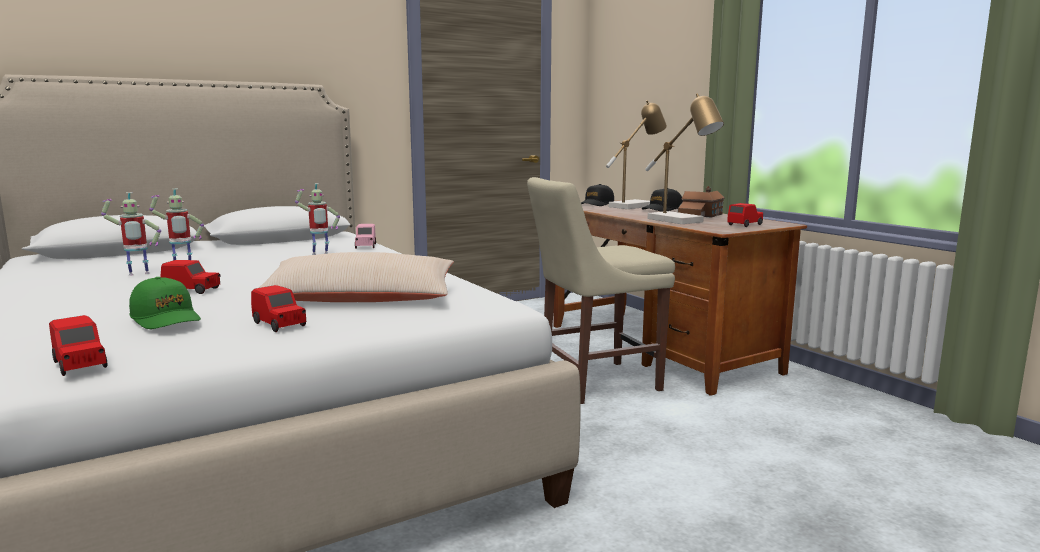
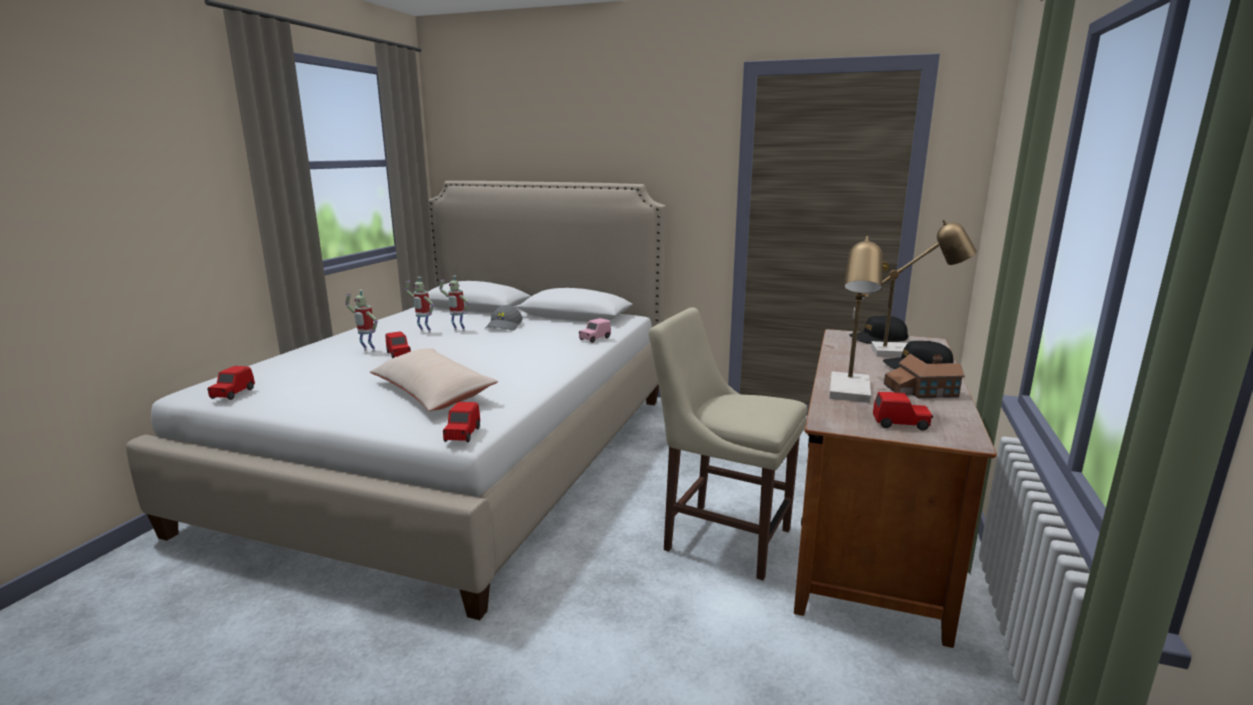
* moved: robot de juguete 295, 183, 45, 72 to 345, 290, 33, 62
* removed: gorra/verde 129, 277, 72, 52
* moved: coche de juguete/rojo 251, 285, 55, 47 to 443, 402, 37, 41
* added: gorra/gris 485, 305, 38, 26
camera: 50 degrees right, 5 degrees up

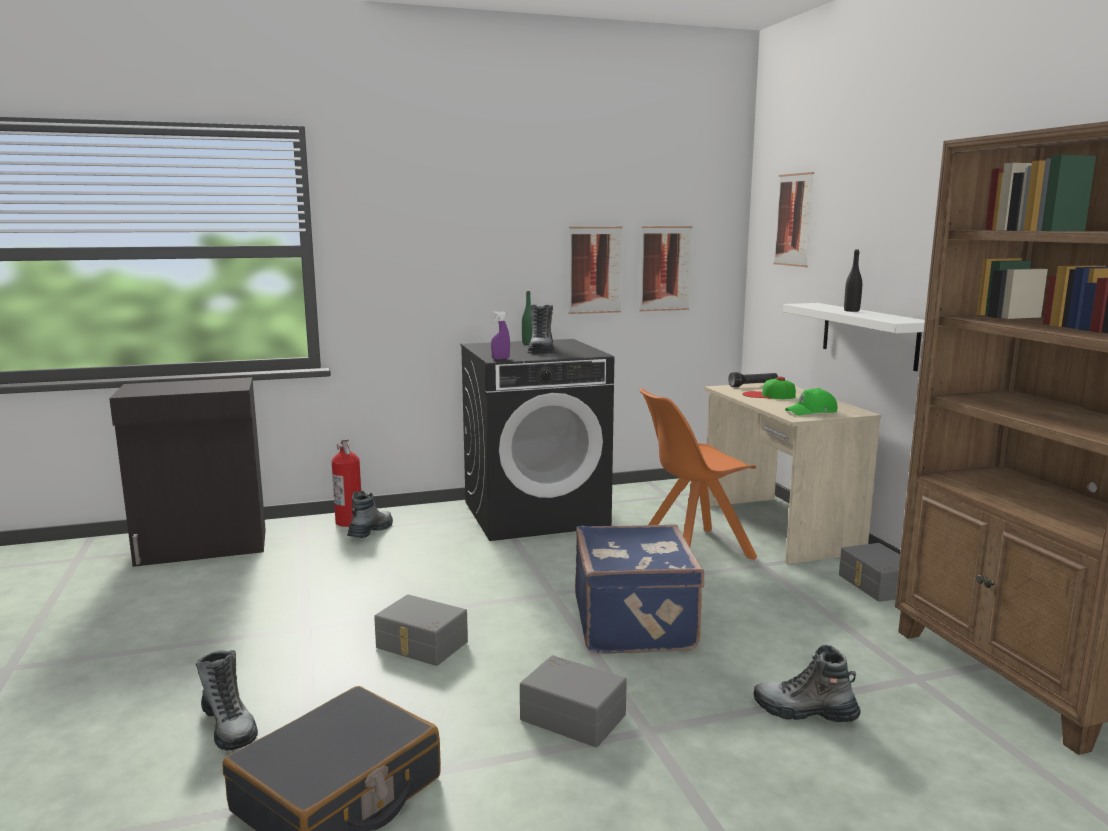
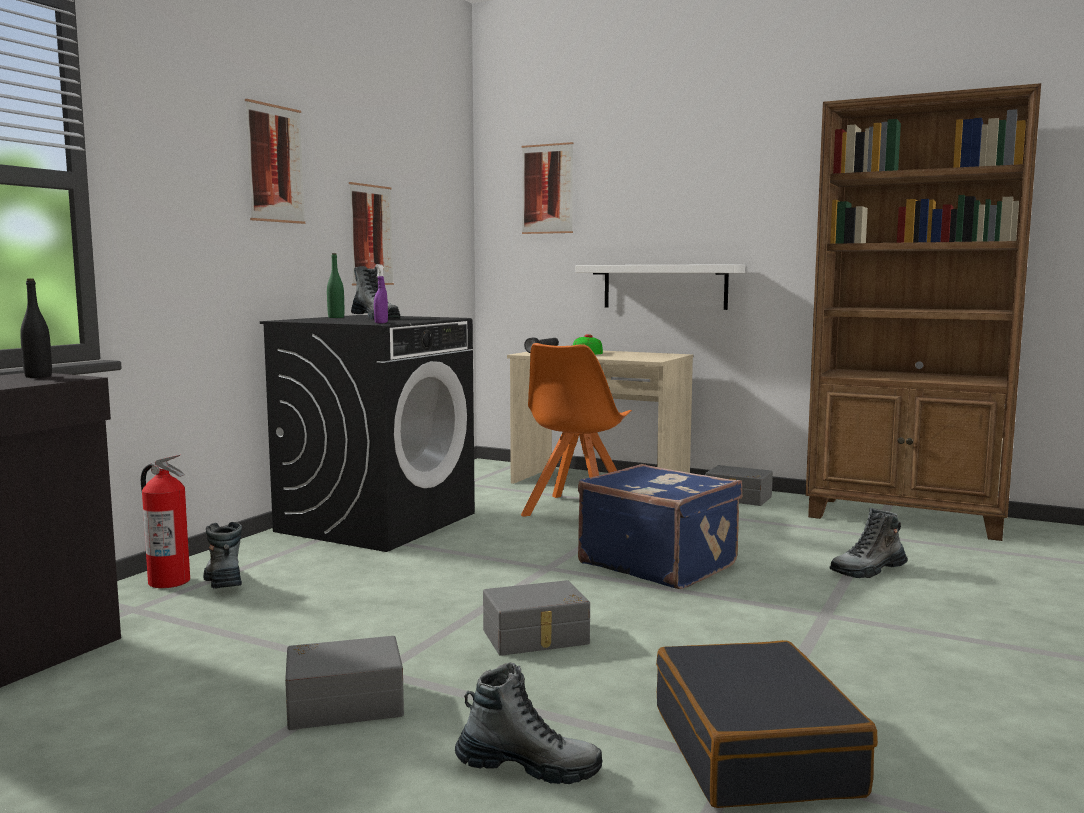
* moved: cuadro 639, 226, 53, 85 to 245, 99, 60, 125
* moved: botella/negro 844, 249, 18, 63 to 20, 279, 32, 99
* removed: gorra/verde 785, 388, 52, 28
* moved: caja de almacenaje/gris 520, 655, 107, 92 to 285, 636, 119, 94
camera: 45 degrees left, 5 degrees down

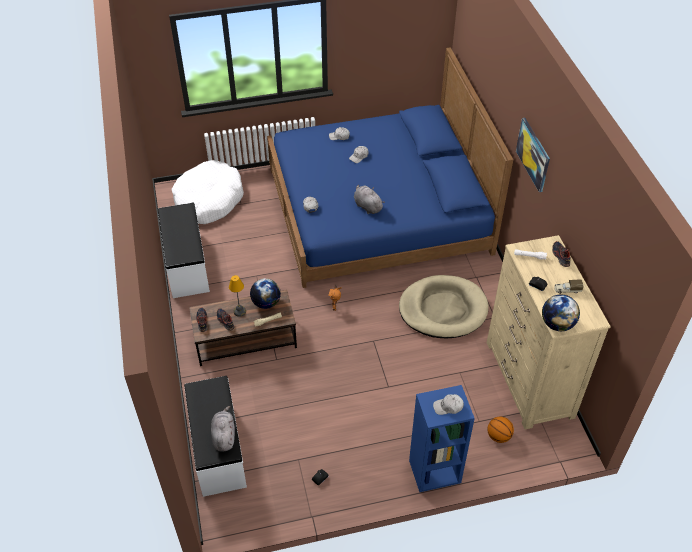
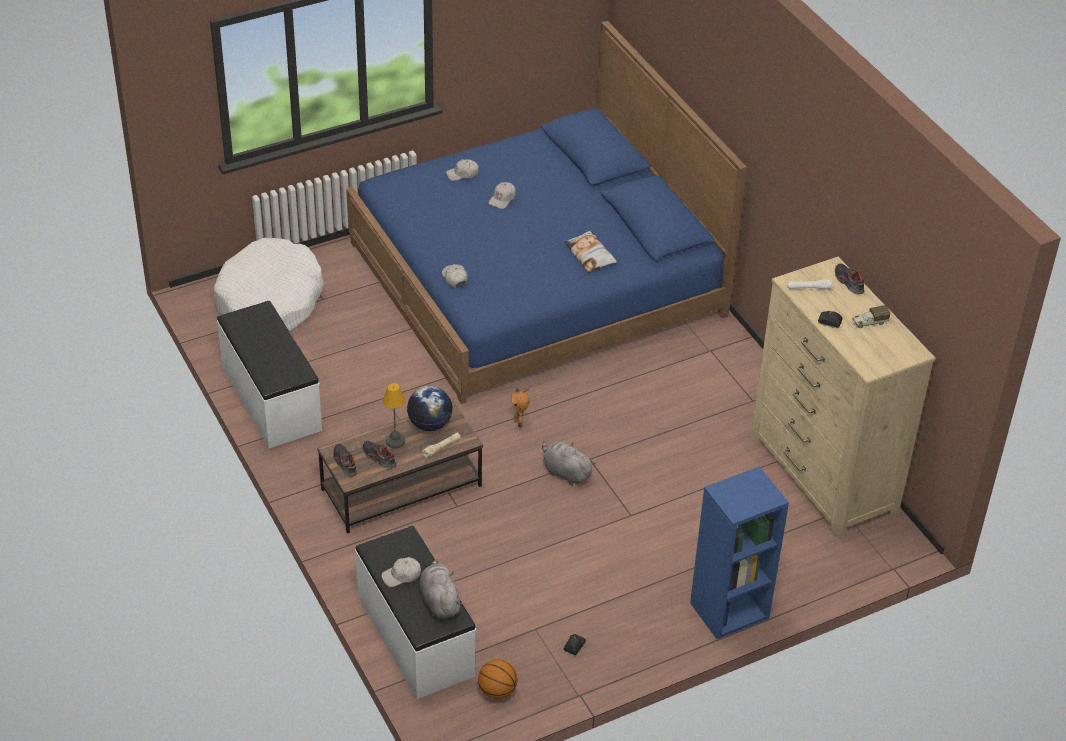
* removed: cuadro 516, 118, 34, 74
* moved: peluche/gris 354, 185, 31, 29 to 542, 441, 54, 44
* removed: cama para perro/beis 399, 275, 90, 63
* removed: globo terráqueo 542, 295, 38, 36
* moved: gorra/blanco 433, 394, 31, 21 to 381, 557, 40, 30
* moved: balón de baloncesto 487, 417, 27, 26 to 478, 659, 40, 40
* added: cojín 564, 230, 53, 43
camera: 15 degrees left, 5 degrees down

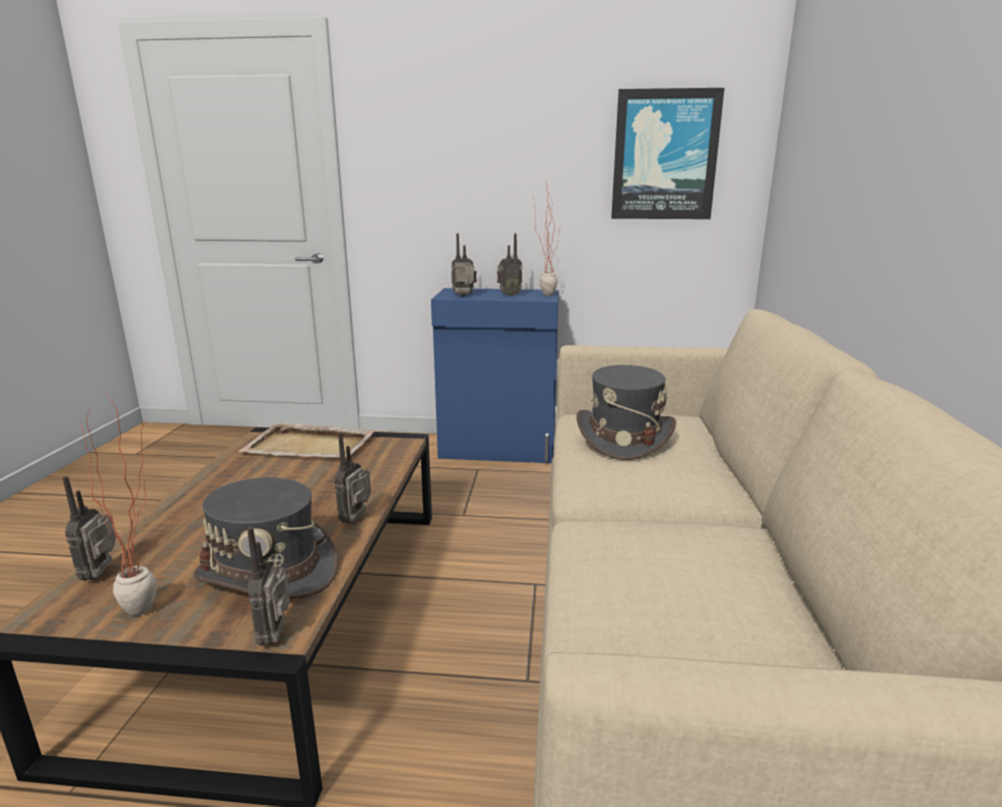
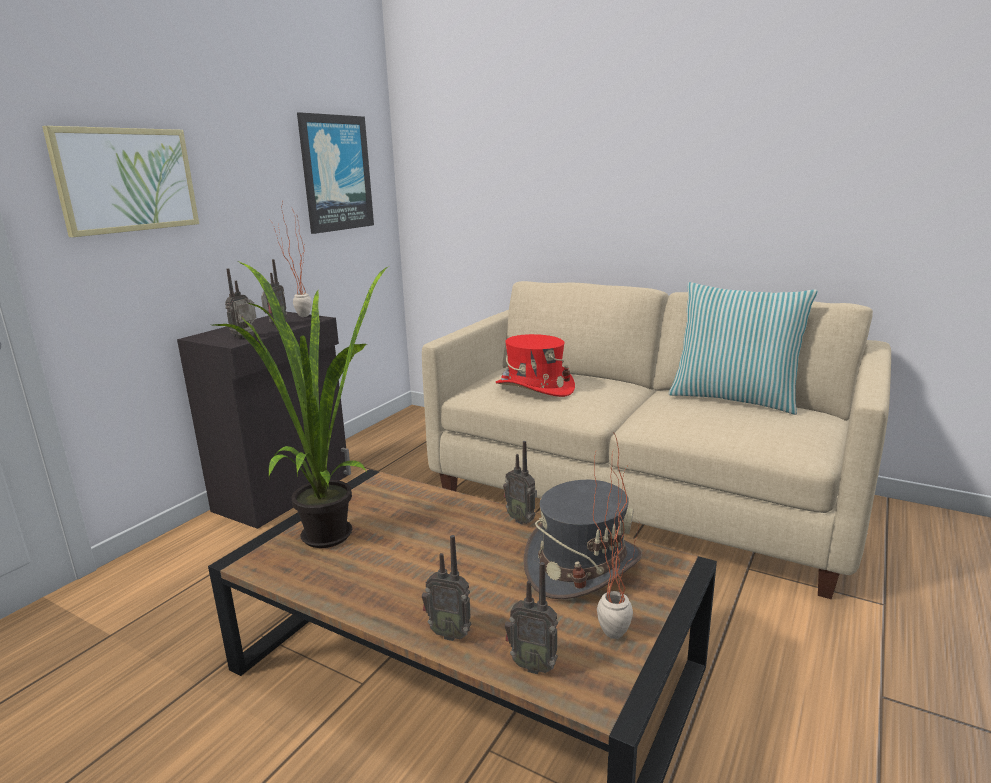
* recoloured: armario/azul 431, 288, 128, 175 to armario/negro 177, 312, 174, 217
* recoloured: sombrero/gris 576, 365, 100, 95 to sombrero/rojo 496, 334, 79, 63
* replaced: bandeja/beis 239, 423, 137, 35 to planta en maceta 213, 261, 175, 287
* moved: radio 247, 527, 43, 119 to 422, 535, 50, 106
* added: cuadro 42, 126, 157, 111
* added: cojín 669, 282, 148, 133
camera: 65 degrees left, 0 degrees up

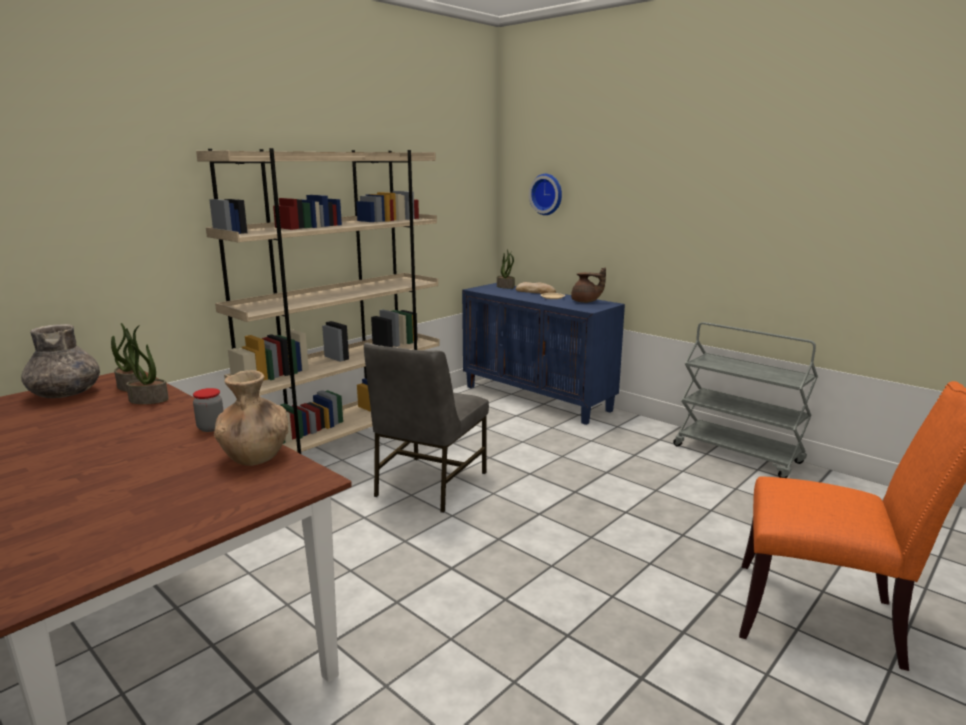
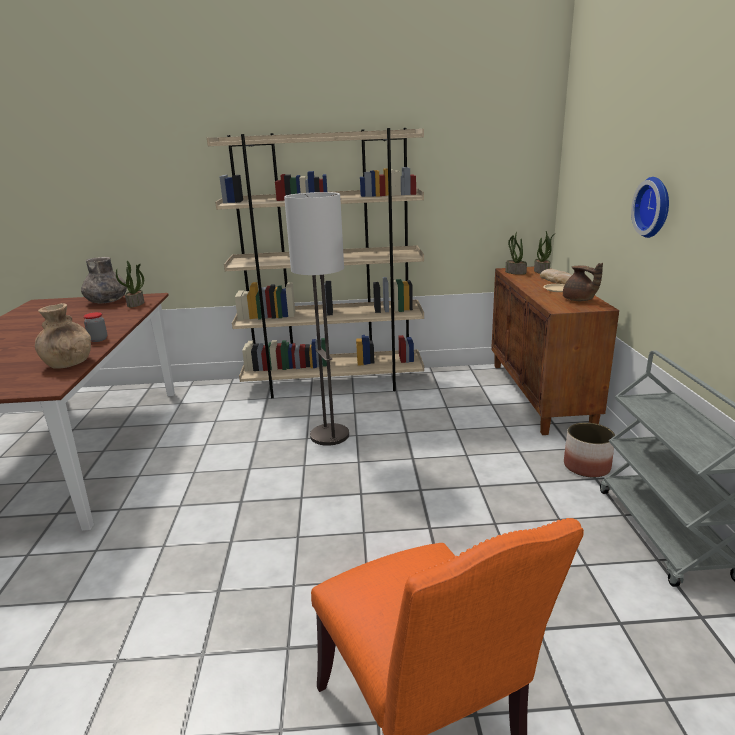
* moved: reloj de pared 529, 174, 33, 41 to 631, 177, 38, 61
* recoloured: armario/azul 462, 283, 163, 142 to armario/marrón 491, 266, 128, 169
* moved: planta en maceta 123, 333, 46, 71 to 505, 232, 22, 43
* replaced: silla/gris 364, 343, 125, 170 to lámpara de pie 284, 192, 65, 254
* added: maceta 564, 422, 51, 55
camera: 45 degrees right, 5 degrees up

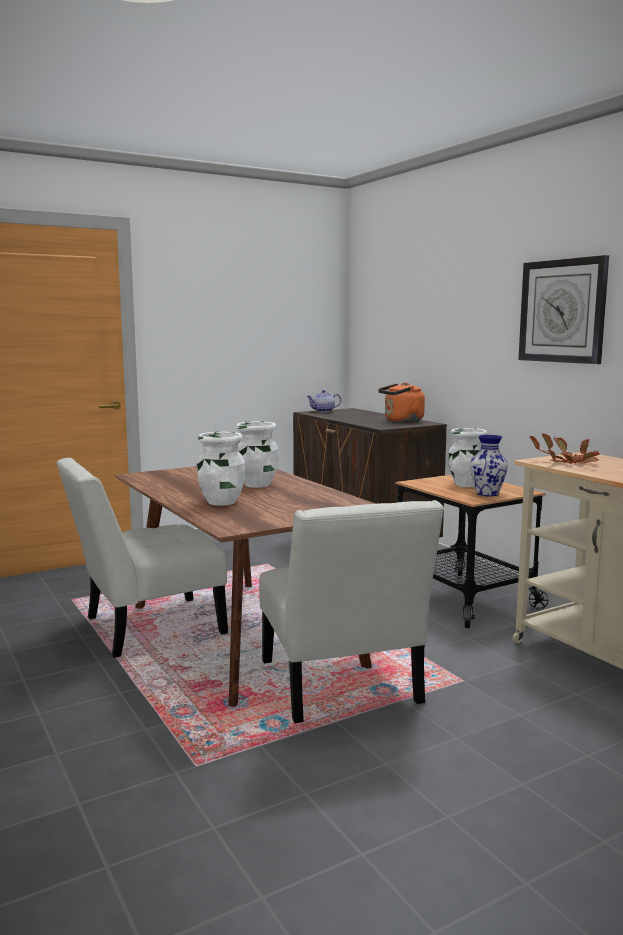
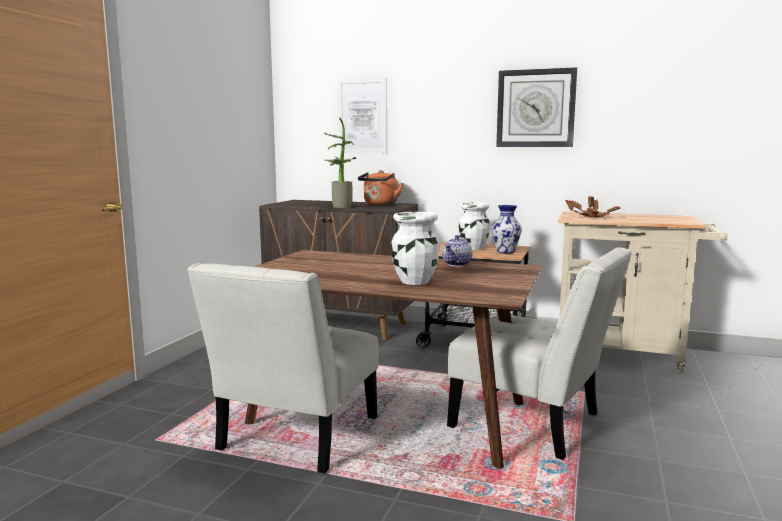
* moved: tetera 307, 390, 34, 22 to 442, 235, 31, 32
* removed: florero/blanco 236, 421, 43, 67
* added: cuadro 338, 78, 49, 76
* added: planta en maceta 325, 117, 32, 91
camera: 40 degrees left, 0 degrees up

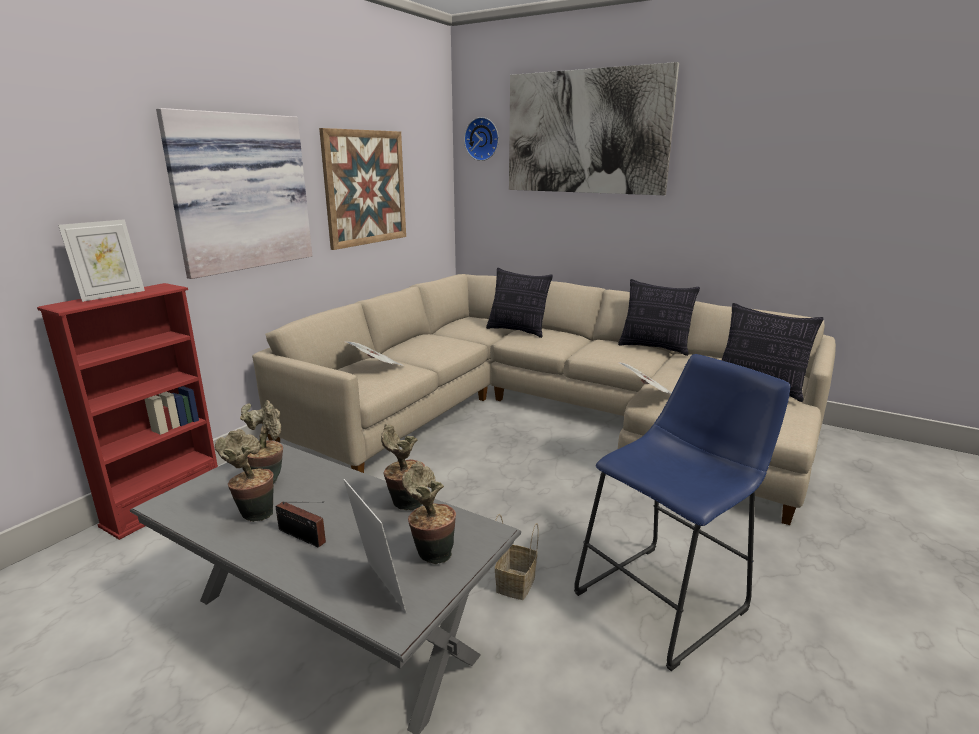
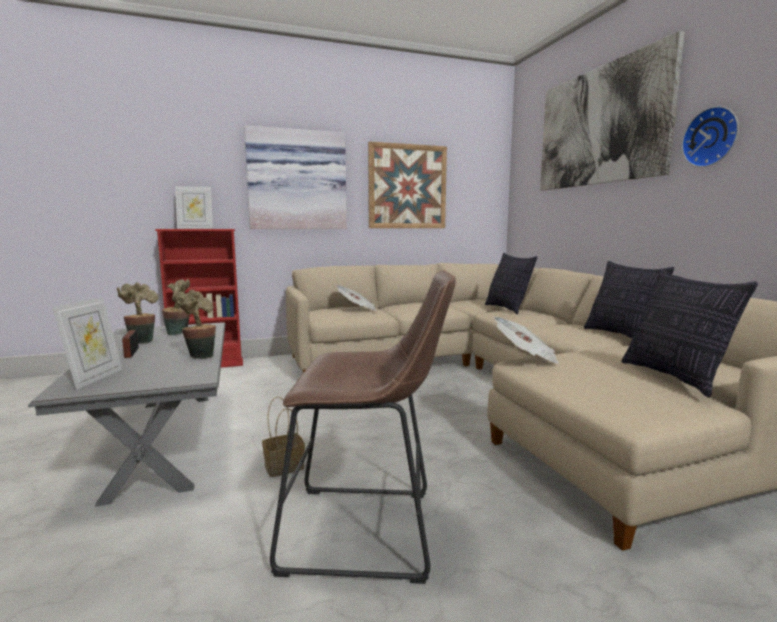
* moved: reloj de pared 464, 117, 35, 44 to 682, 106, 57, 61
* recoloured: taburete/azul 574, 354, 216, 317 to taburete/marrón 270, 270, 186, 314
* removed: planta en maceta 402, 461, 54, 103
camera: 40 degrees right, 10 degrees down

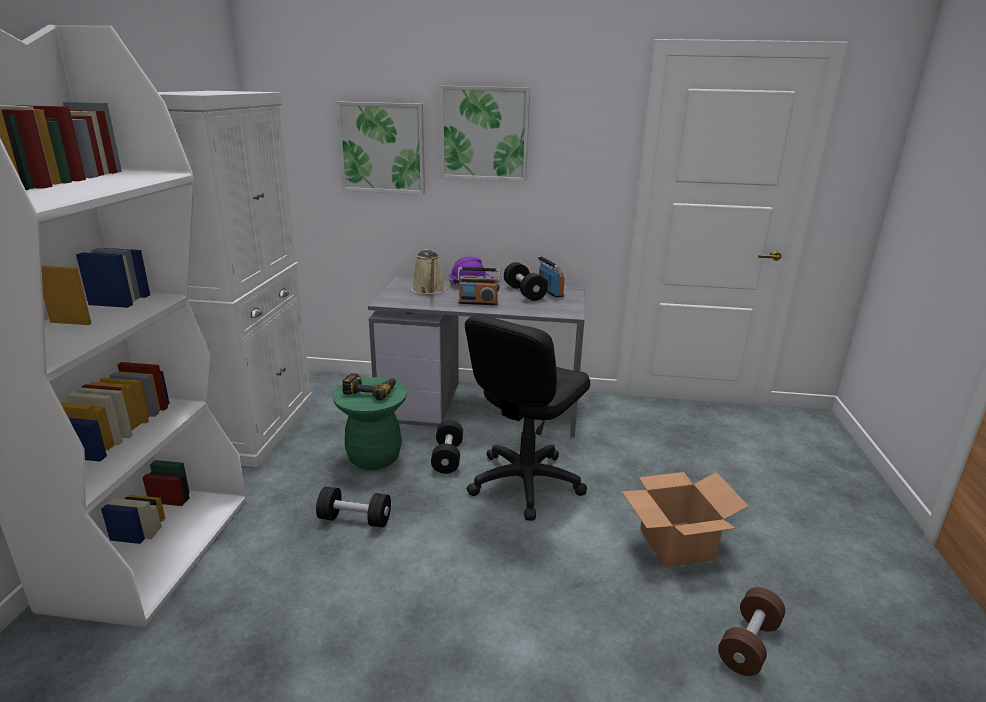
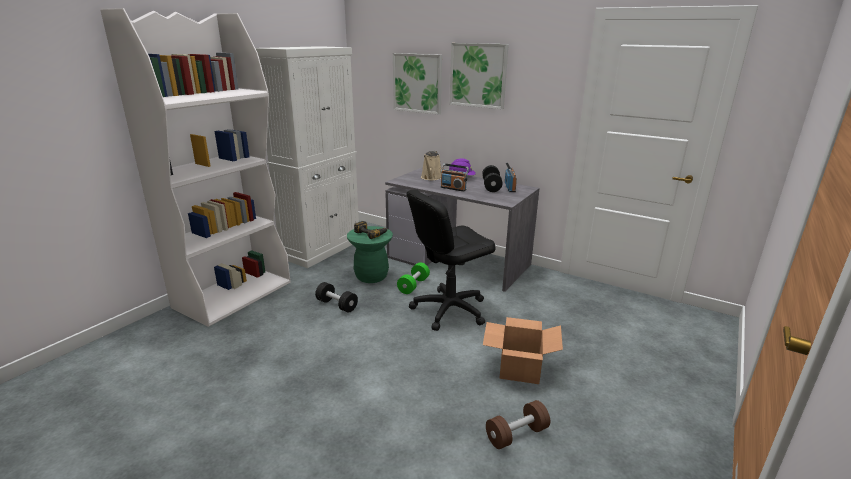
* recoloured: mancuerna/negro 431, 420, 32, 54 to mancuerna/verde 397, 262, 33, 32
camera: 25 degrees right, 0 degrees up

